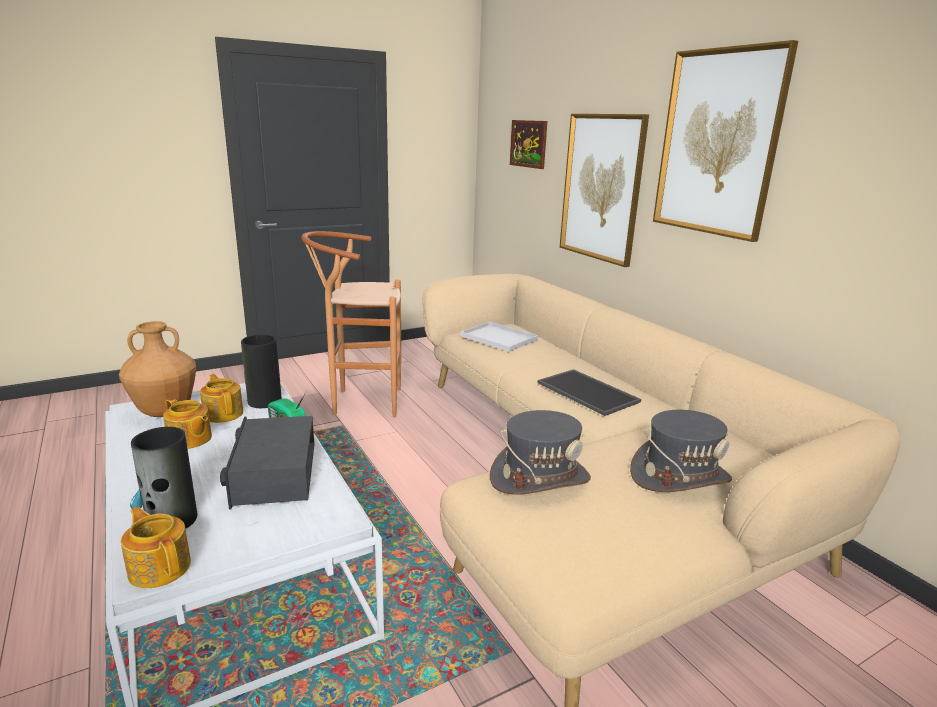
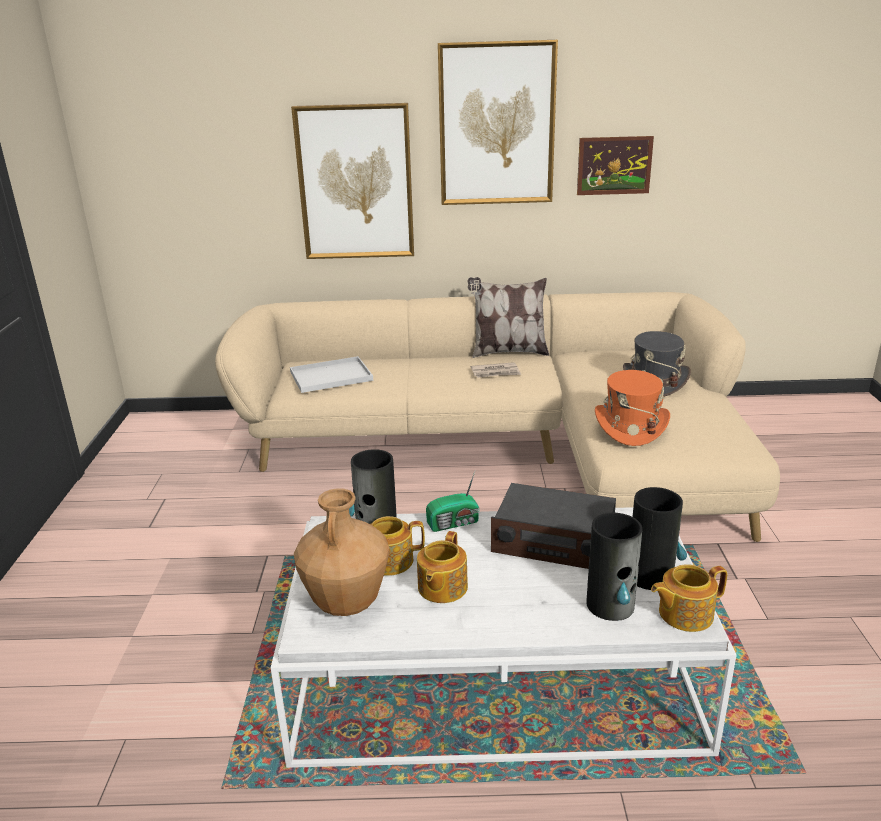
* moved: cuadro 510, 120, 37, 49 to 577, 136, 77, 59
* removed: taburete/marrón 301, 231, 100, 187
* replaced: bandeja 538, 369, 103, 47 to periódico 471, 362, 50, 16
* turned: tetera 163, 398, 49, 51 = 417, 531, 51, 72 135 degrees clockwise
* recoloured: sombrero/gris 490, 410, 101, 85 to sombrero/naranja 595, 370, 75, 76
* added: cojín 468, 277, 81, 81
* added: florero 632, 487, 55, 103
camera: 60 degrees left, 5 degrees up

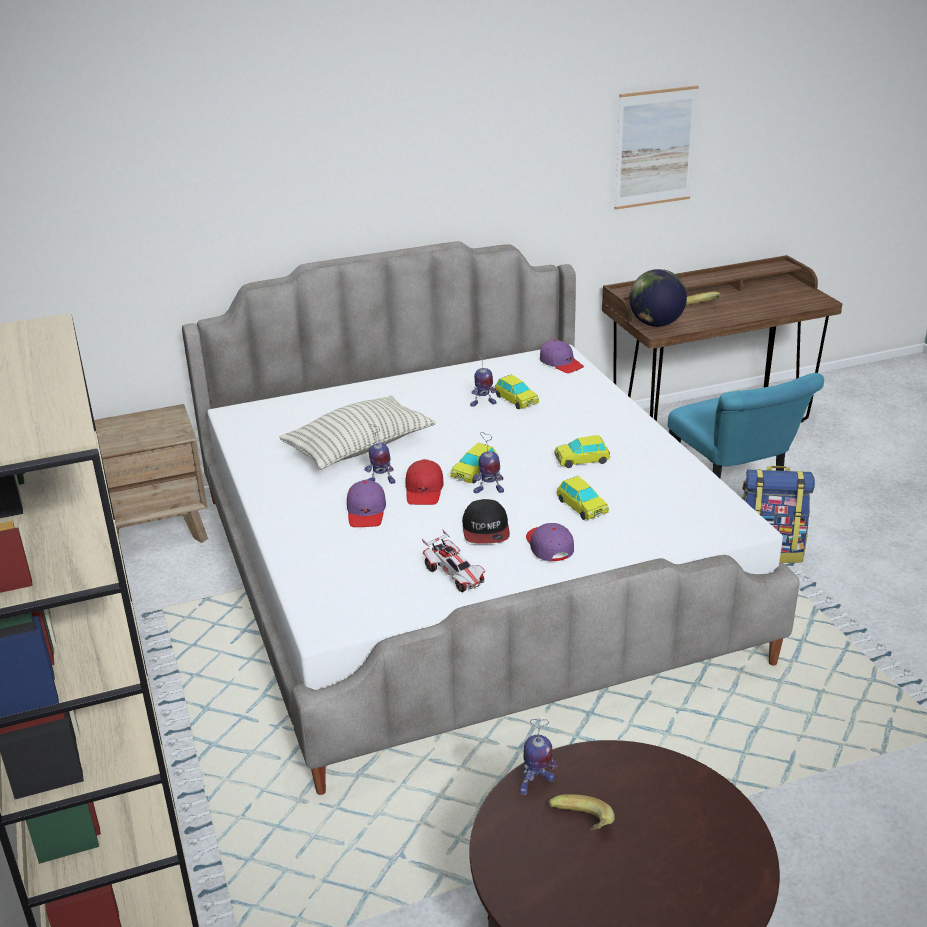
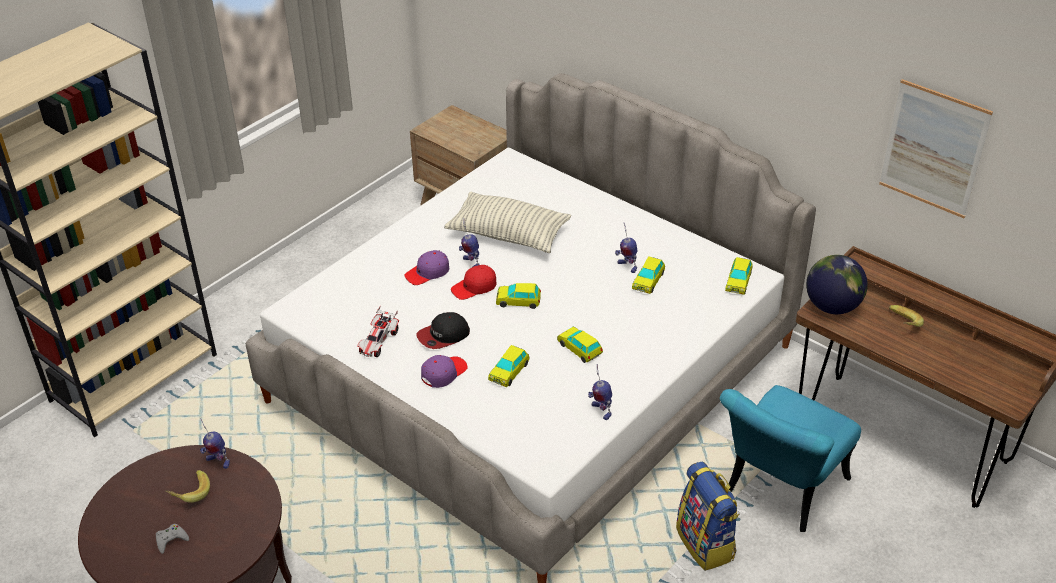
* replaced: gorra/morado 540, 340, 44, 33 to coche de juguete 725, 257, 28, 38
* moved: robot de juguete 474, 432, 30, 61 to 588, 364, 24, 56
* added: mando de consola/gris 156, 524, 33, 30
camera: 60 degrees right, 10 degrees up

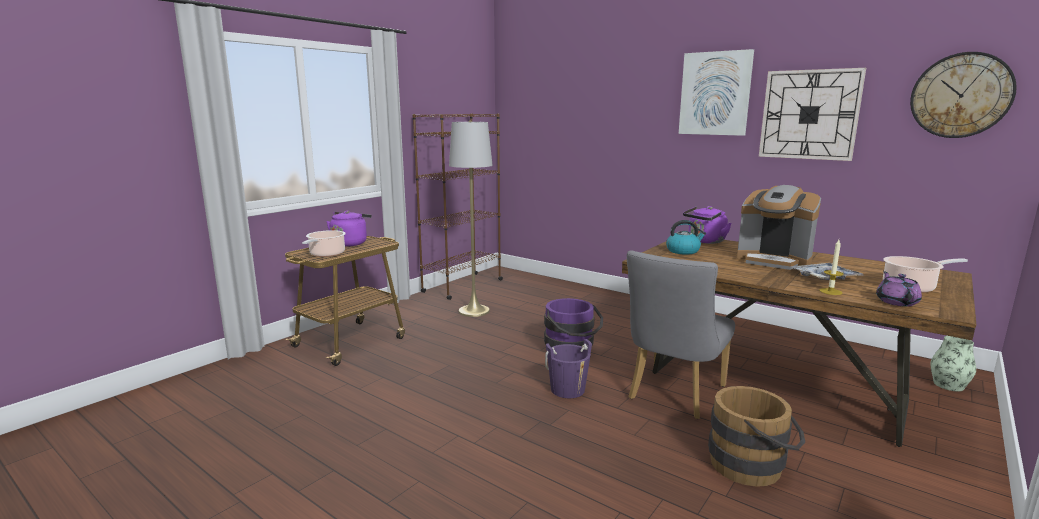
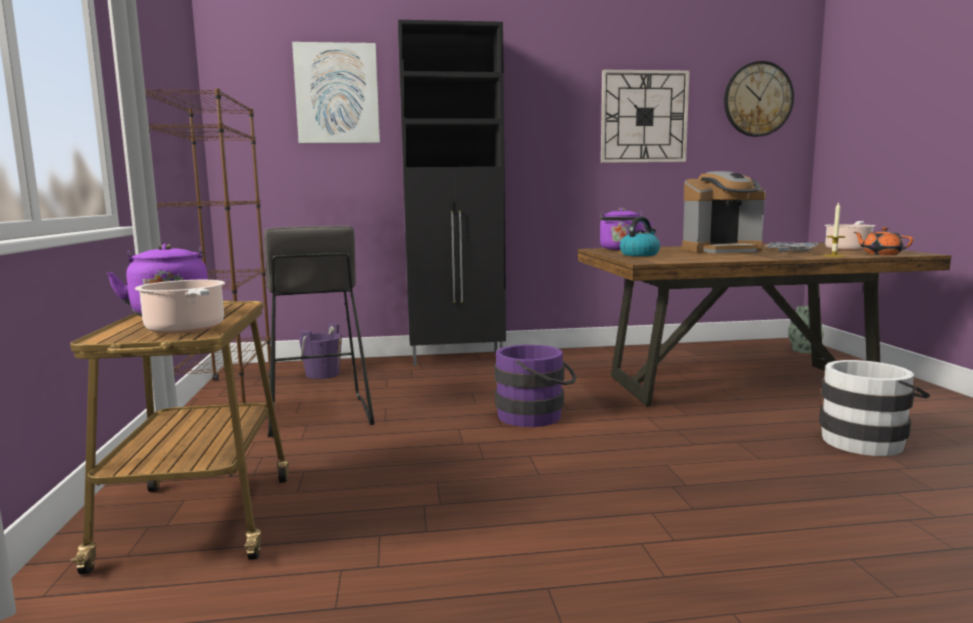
* moved: cuadro 679, 49, 75, 87 to 292, 42, 88, 101
* replaced: lámpara de pie/gris 449, 121, 44, 196 to taburete/gris 264, 226, 110, 211
* removed: silla/gris 627, 251, 108, 168
* recoloured: tetera/morado 876, 271, 46, 36 to tetera/naranja 853, 227, 60, 28
* moved: cubo/morado 545, 339, 47, 59 to 299, 323, 43, 56
* recoloured: cubo/marrón 708, 386, 97, 101 to cubo/blanco 819, 360, 111, 96
* added: armario/negro 398, 20, 108, 346
camera: 45 degrees left, 5 degrees down

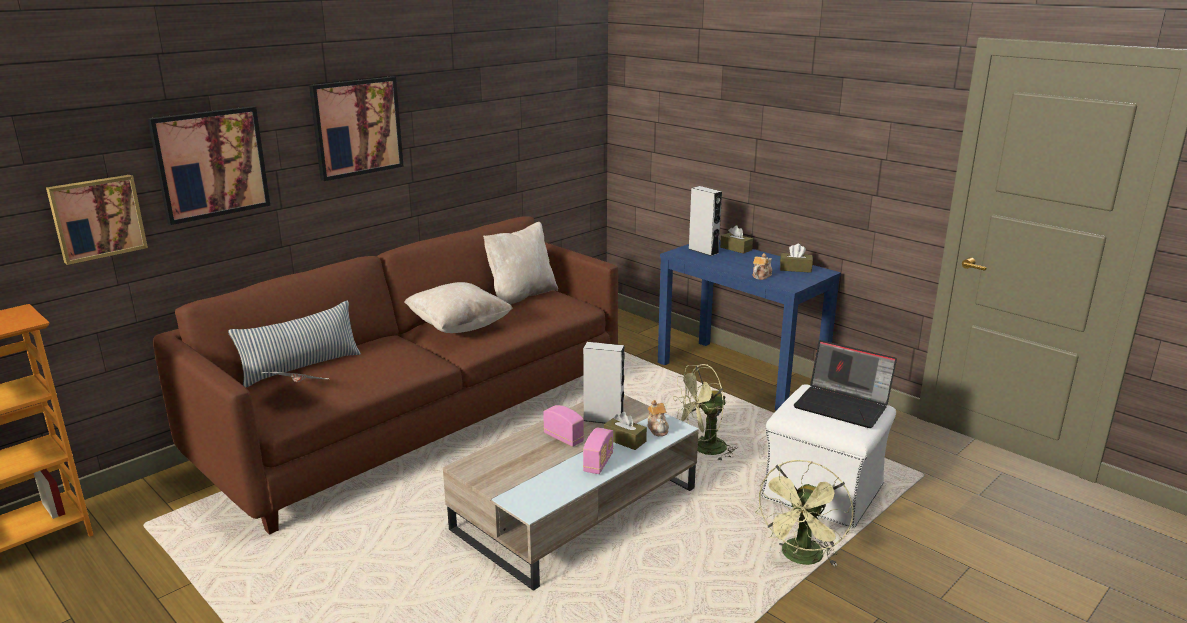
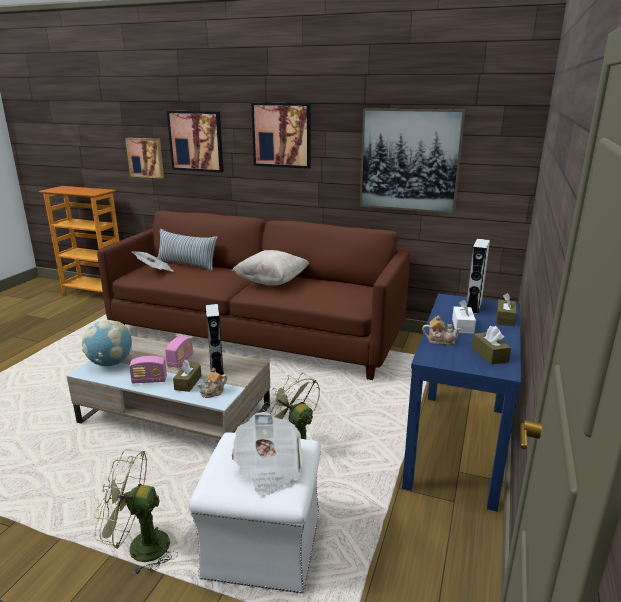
* removed: cojín/beis 483, 222, 75, 82
* replaced: portátil 794, 340, 103, 88 to periódico 231, 412, 71, 84
* added: cuadro 360, 108, 105, 106
* added: caja de pañuelos/blanco 452, 300, 24, 34
* added: globo terráqueo 82, 320, 50, 46
camera: 65 degrees right, 0 degrees up

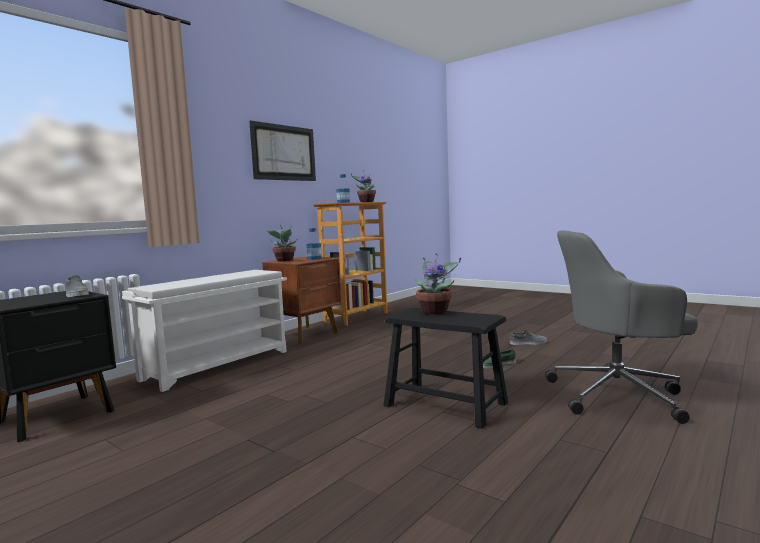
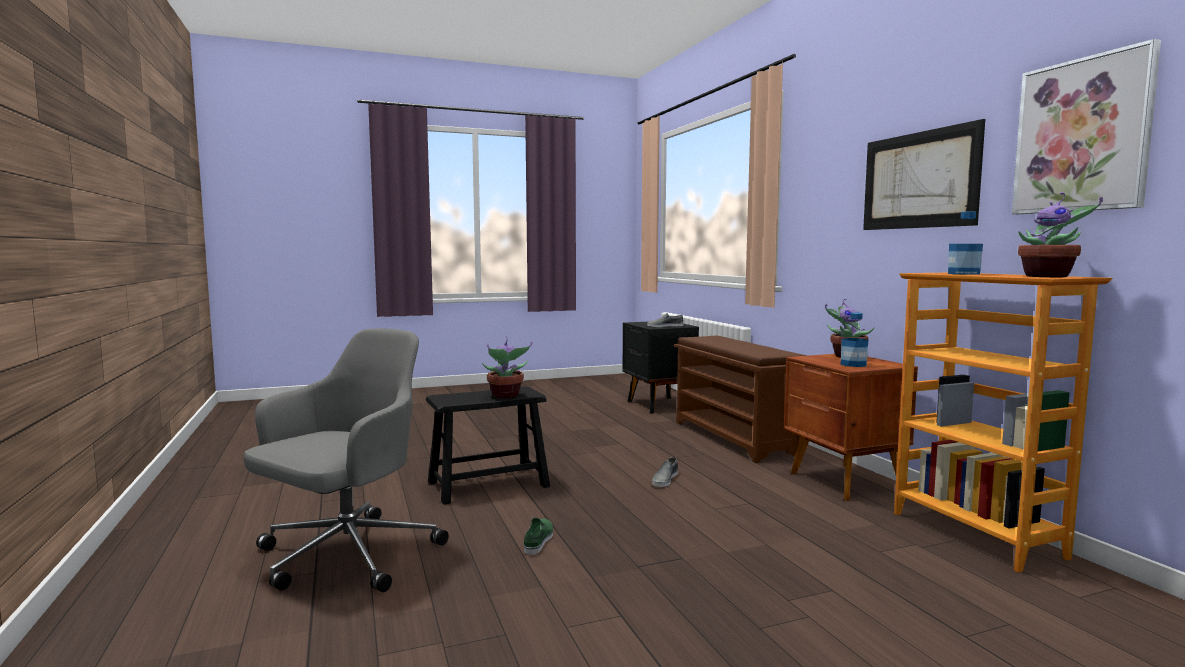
* recoloured: zapatero/blanco 122, 270, 165, 122 to zapatero/marrón 674, 336, 133, 127
* moved: zapato/gris 510, 330, 37, 15 to 652, 457, 26, 30
* added: cuadro 1012, 39, 149, 175
camera: 120 degrees right, 0 degrees up

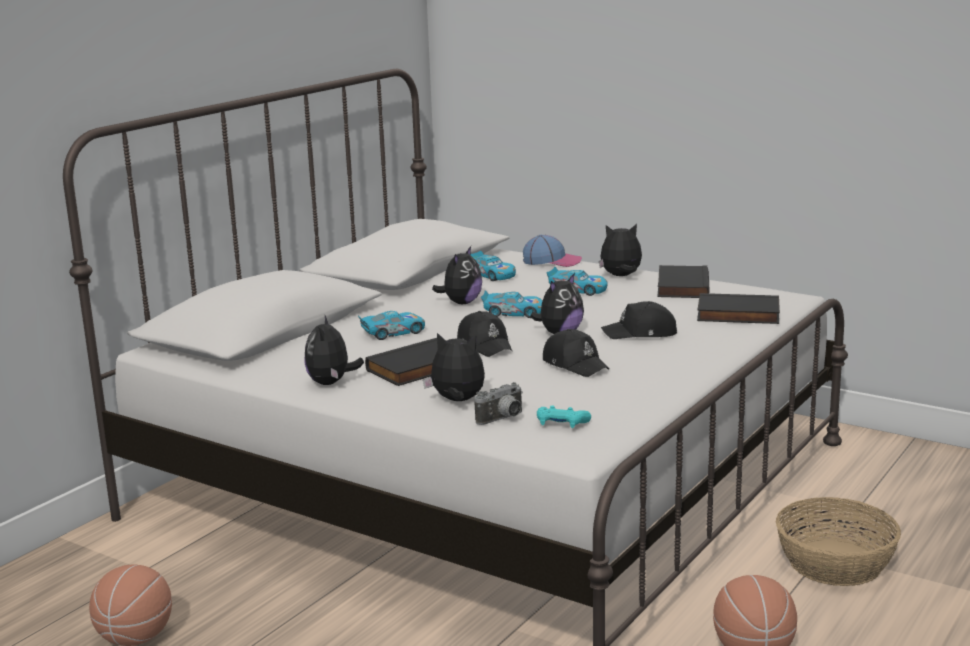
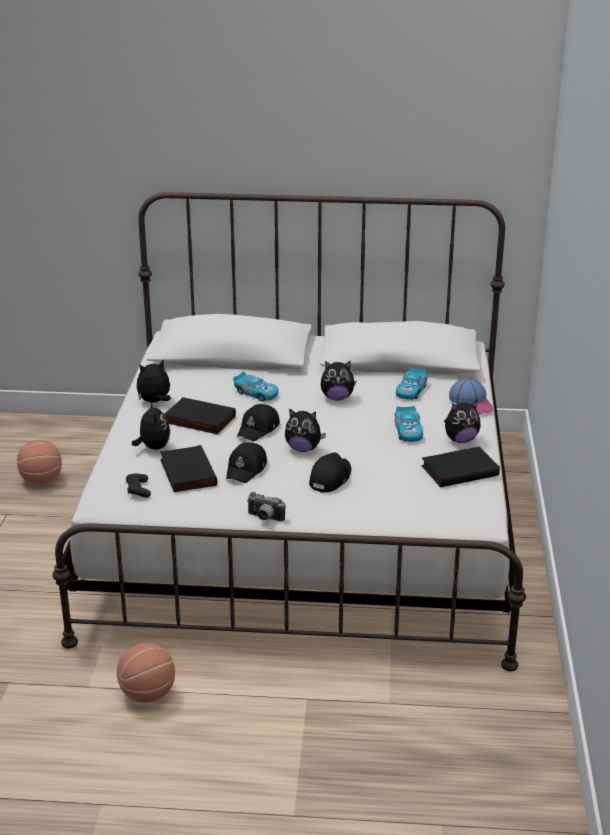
* turned: peluche 599, 224, 43, 52 = 444, 399, 37, 44 105 degrees clockwise
* removed: coche de juguete 481, 290, 62, 28
* moved: libro/negro 697, 293, 83, 31 to 160, 445, 57, 47
* turned: gorra/negro 601, 301, 76, 38 = 309, 453, 42, 40 60 degrees clockwise
* moved: cámara 474, 382, 49, 43 to 247, 492, 38, 30
* recoloured: mando de consola/turquesa 537, 406, 54, 22 to mando de consola/negro 126, 474, 25, 24
* removed: cesta 776, 497, 125, 89
camera: 60 degrees right, 10 degrees up

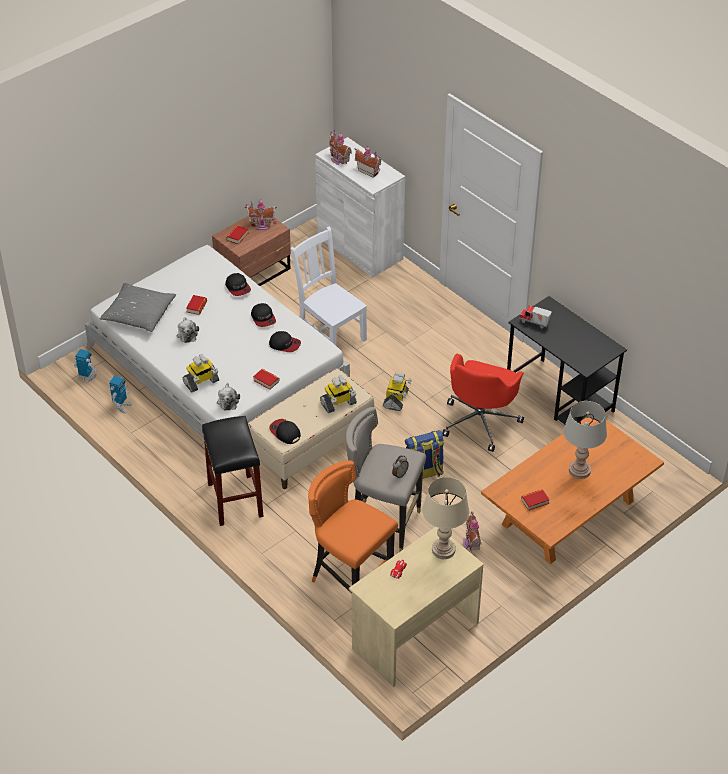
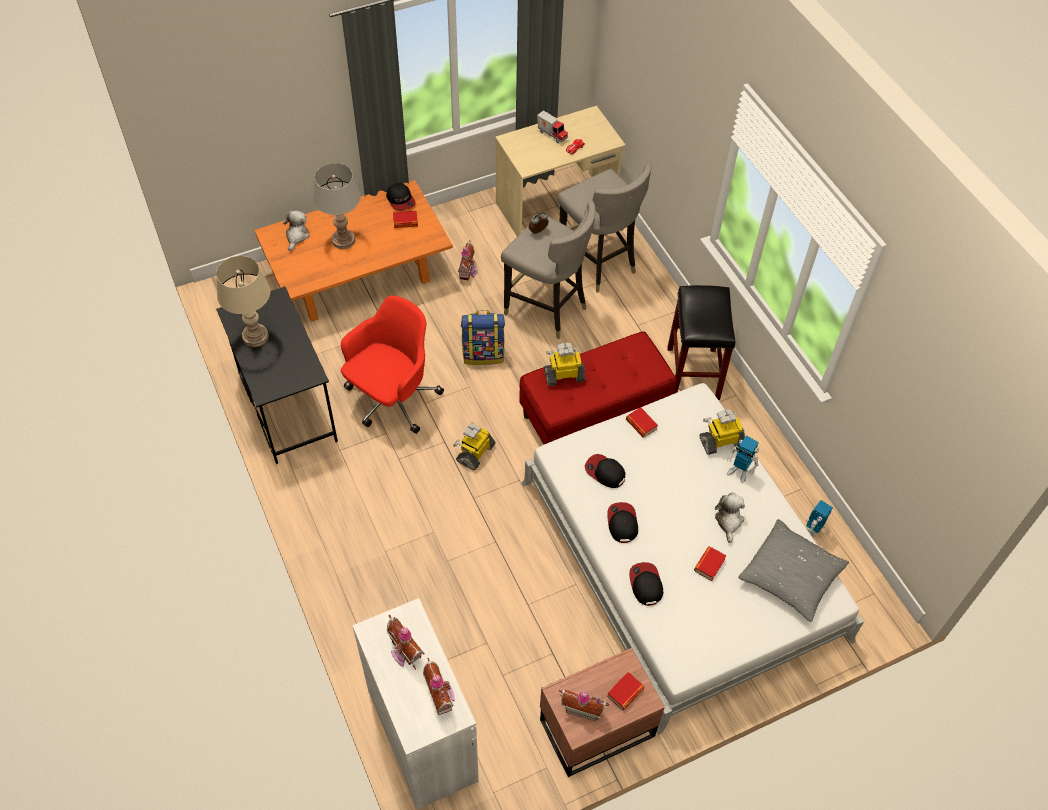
* removed: silla/blanco 290, 227, 77, 119
* moved: camión de juguete 519, 306, 33, 22 to 537, 111, 31, 32
* moved: robot de juguete 74, 349, 23, 34 to 727, 436, 32, 47
* recoloured: banco/beis 248, 368, 126, 121 to banco/rojo 519, 331, 157, 113
* moved: peluche 217, 383, 23, 27 to 283, 210, 27, 41
* moved: gorra 269, 419, 32, 25 to 386, 183, 30, 28
* recoloured: taburete/naranja 308, 460, 90, 134 to taburete/gris 557, 164, 94, 129
* moved: lámpara de mesa/beis 422, 477, 47, 82 to 216, 256, 54, 91
camera: 165 degrees left, 10 degrees up

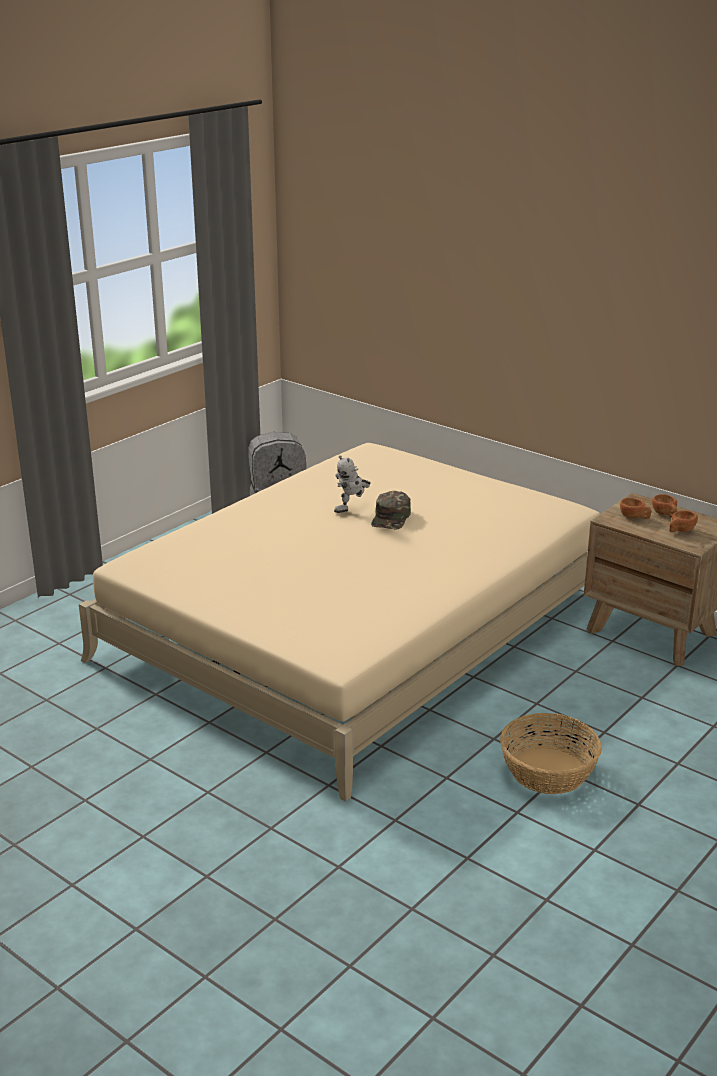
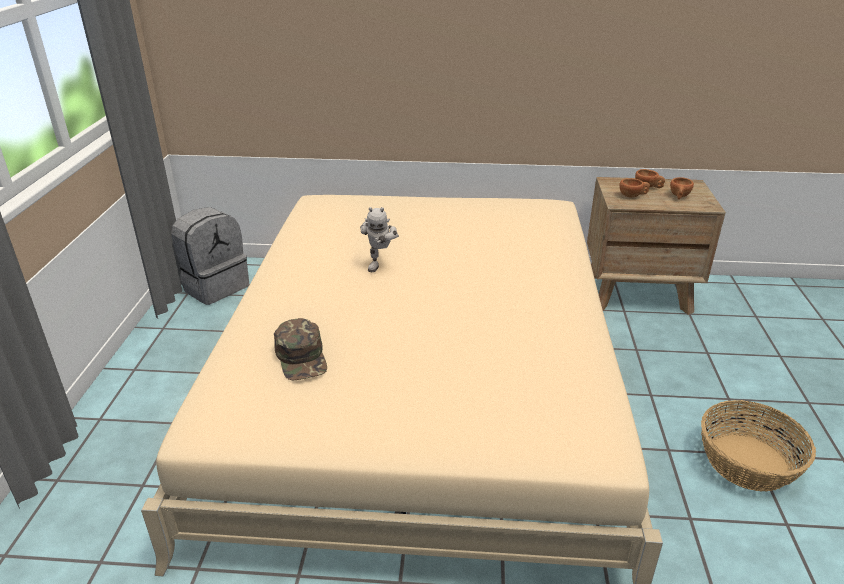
* moved: gorra/verde 371, 491, 40, 39 to 274, 318, 53, 63
camera: 35 degrees left, 5 degrees up

